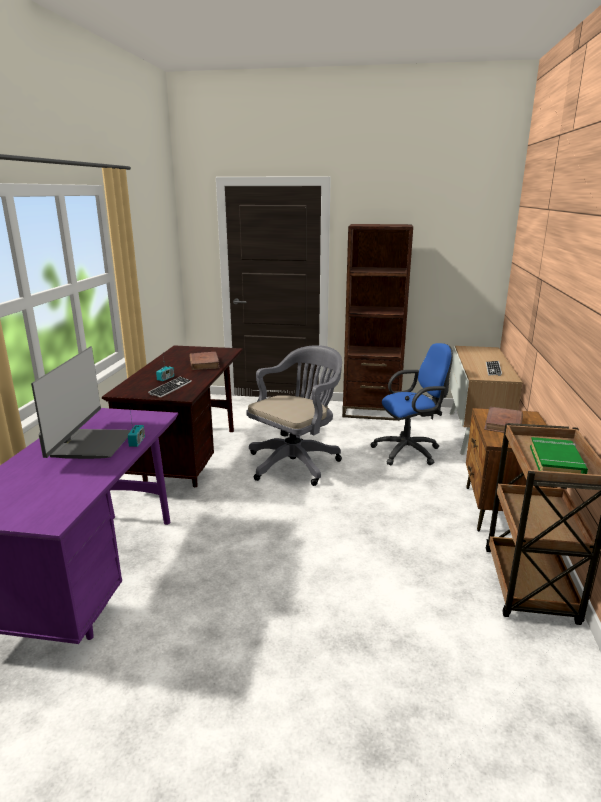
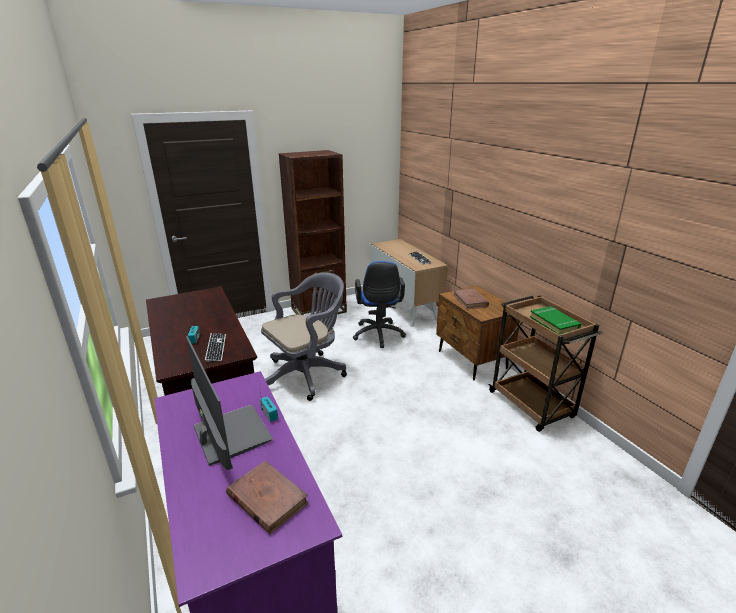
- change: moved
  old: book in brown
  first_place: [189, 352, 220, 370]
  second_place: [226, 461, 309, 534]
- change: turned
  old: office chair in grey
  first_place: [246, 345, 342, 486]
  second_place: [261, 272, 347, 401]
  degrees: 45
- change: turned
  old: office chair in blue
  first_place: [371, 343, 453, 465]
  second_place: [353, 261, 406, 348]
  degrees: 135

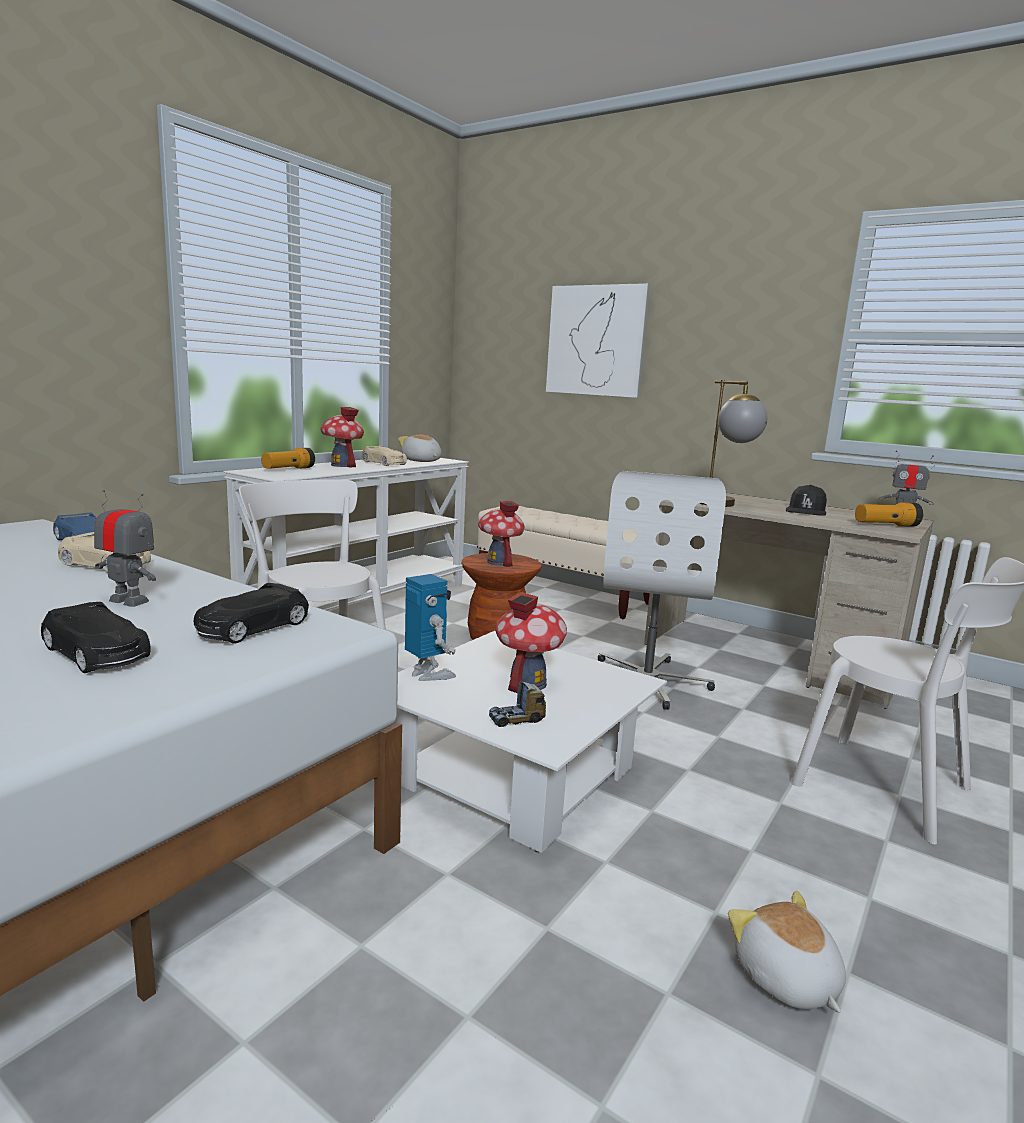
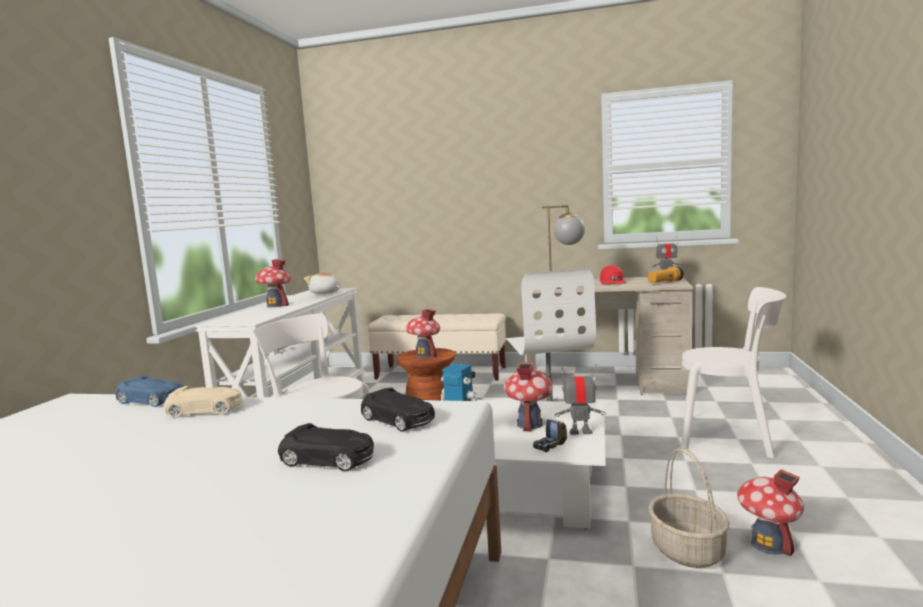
- change: removed
  old: flashlight
  first_place: [262, 448, 315, 469]
- change: removed
  old: toy car in beige
  first_place: [362, 446, 407, 466]
- change: removed
  old: picture
  first_place: [546, 283, 651, 398]
- change: added
  new: basket
  second_place: [649, 447, 730, 568]
- change: moved
  old: toy robot
  first_place: [94, 490, 156, 607]
  second_place: [555, 365, 606, 435]
- change: replaced
  old: plush toy
  new: toy house
  first_place: [728, 891, 846, 1013]
  second_place: [737, 469, 804, 556]
- change: recoloured
  old: cap in black
  new: cap in red
  first_place: [786, 485, 827, 516]
  second_place: [600, 265, 627, 285]
- change: turned
  old: toy car in black
  first_place: [193, 583, 309, 644]
  second_place: [361, 387, 435, 432]
  degrees: -60

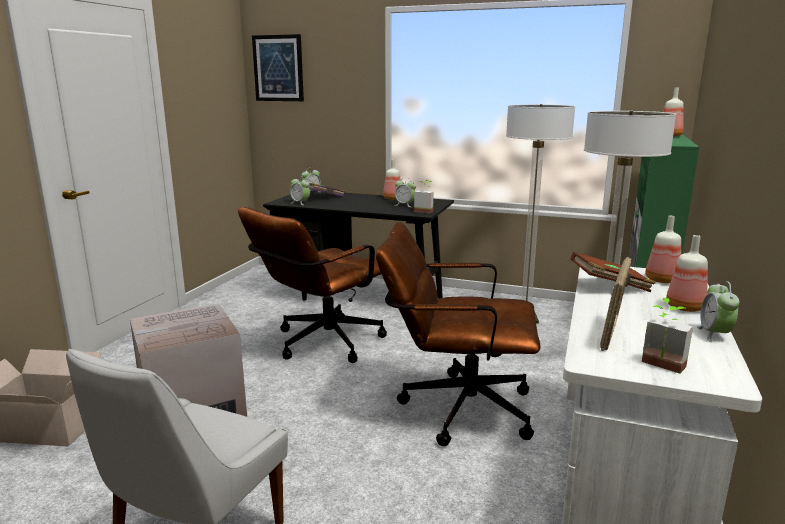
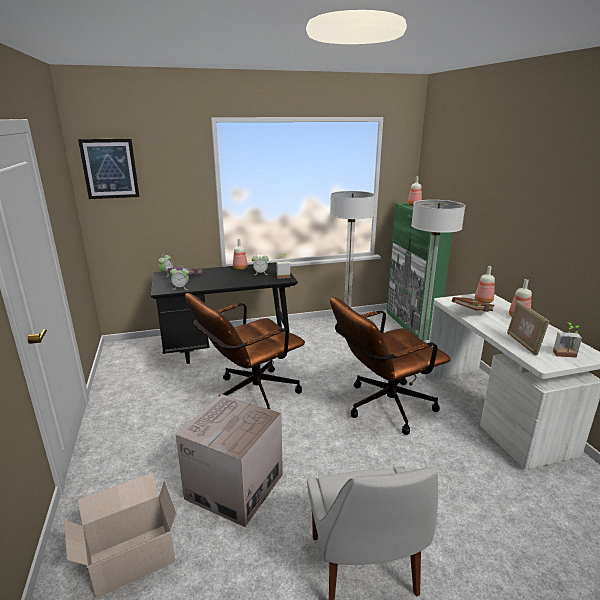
- change: removed
  old: alarm clock
  first_place: [697, 281, 740, 342]
- change: turned
  old: office chair in brown
  first_place: [238, 207, 387, 363]
  second_place: [185, 293, 305, 409]
  degrees: 45

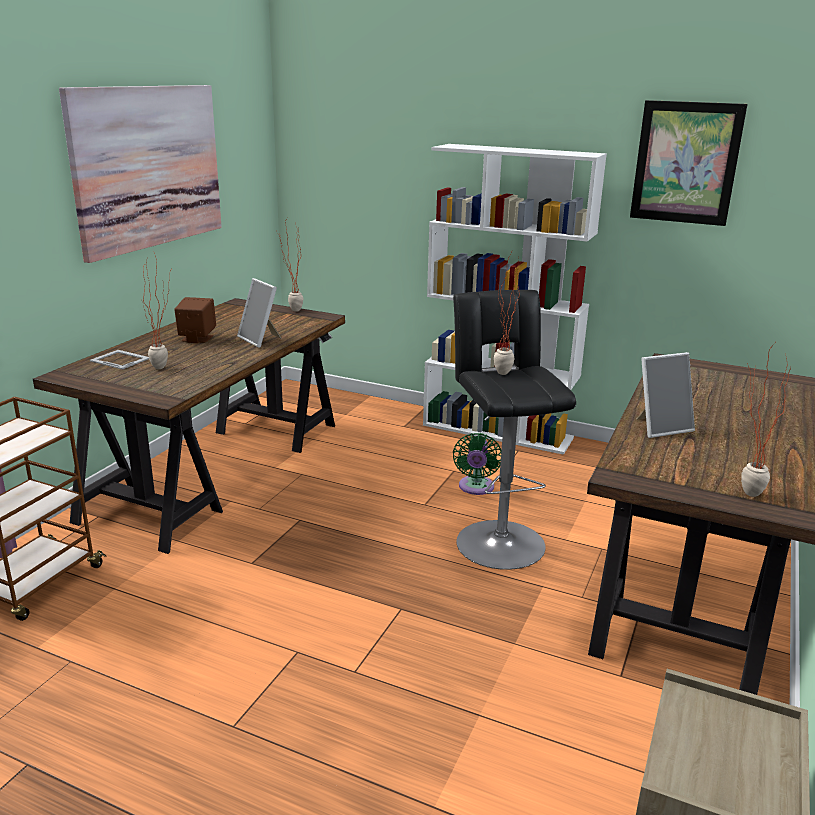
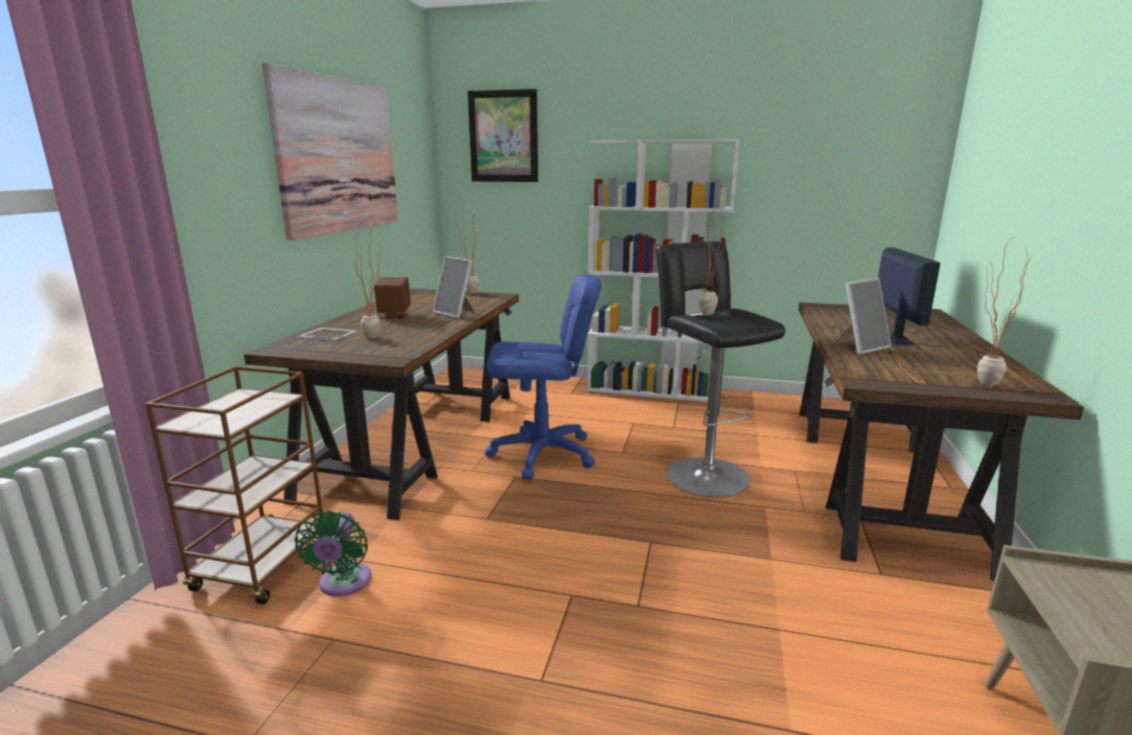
- change: added
  new: office chair in blue
  second_place: [485, 274, 601, 480]
- change: added
  new: monitor
  second_place: [878, 247, 941, 346]
- change: moved
  old: fan in green
  first_place: [453, 433, 501, 495]
  second_place: [295, 511, 371, 596]
- change: moved
  old: picture
  first_place: [630, 100, 748, 226]
  second_place: [468, 89, 538, 182]

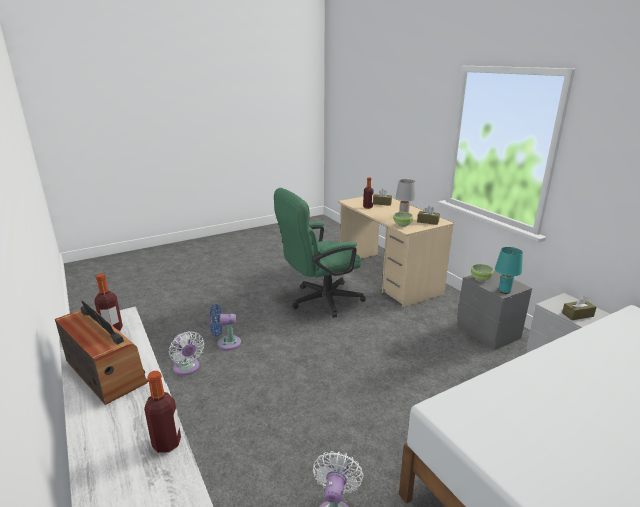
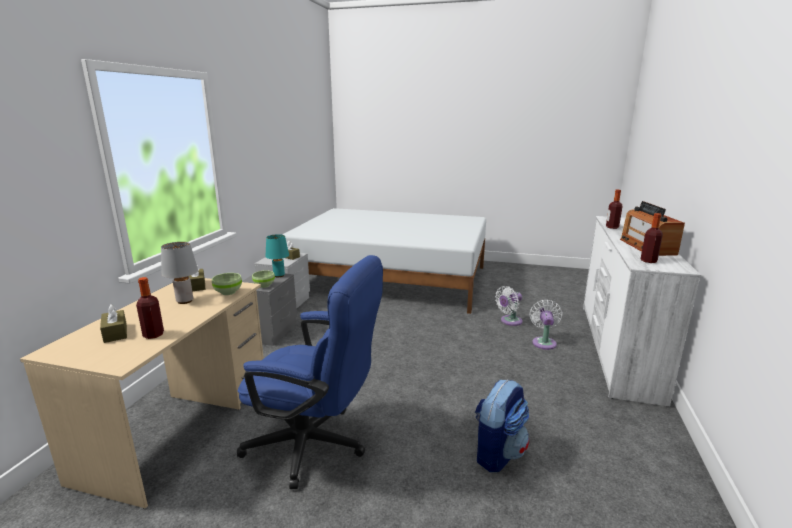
- change: moved
  old: fan in white
  first_place: [169, 331, 204, 375]
  second_place: [529, 300, 563, 350]
- change: replaced
  old: fan in blue
  new: backpack
  first_place: [210, 304, 241, 350]
  second_place: [475, 379, 529, 472]
- change: recoloured
  old: office chair in green
  new: office chair in blue
  first_place: [274, 188, 366, 318]
  second_place: [237, 255, 383, 489]

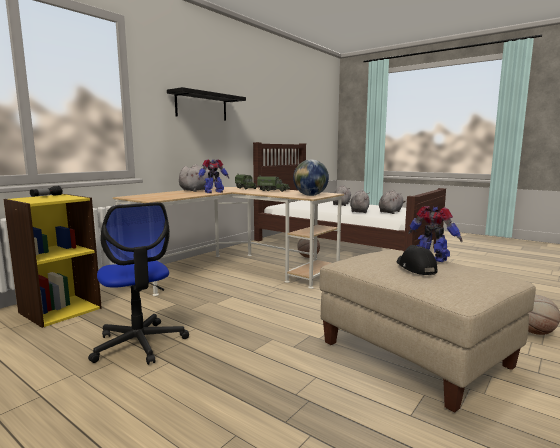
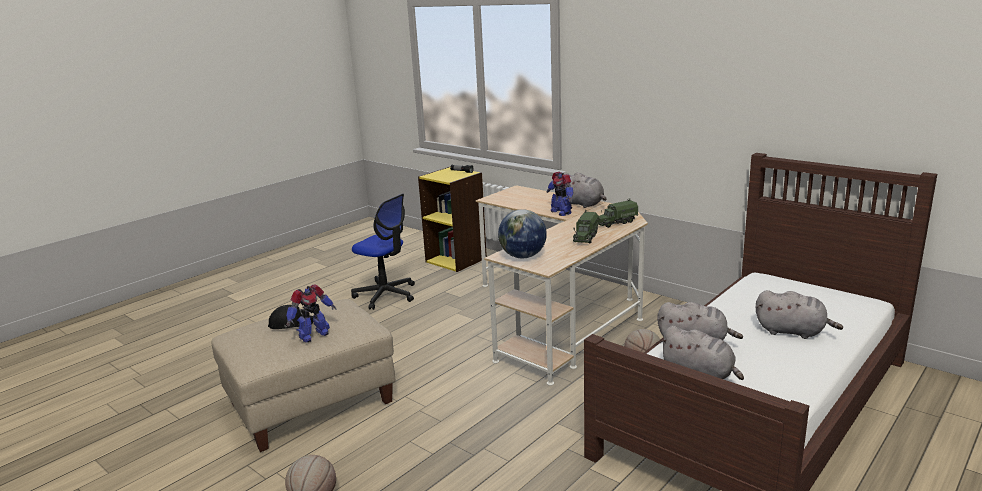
- change: removed
  old: shelf in black
  first_place: [167, 87, 246, 121]
- change: turned
  old: office chair
  first_place: [88, 202, 189, 365]
  second_place: [351, 194, 415, 310]
  degrees: -120

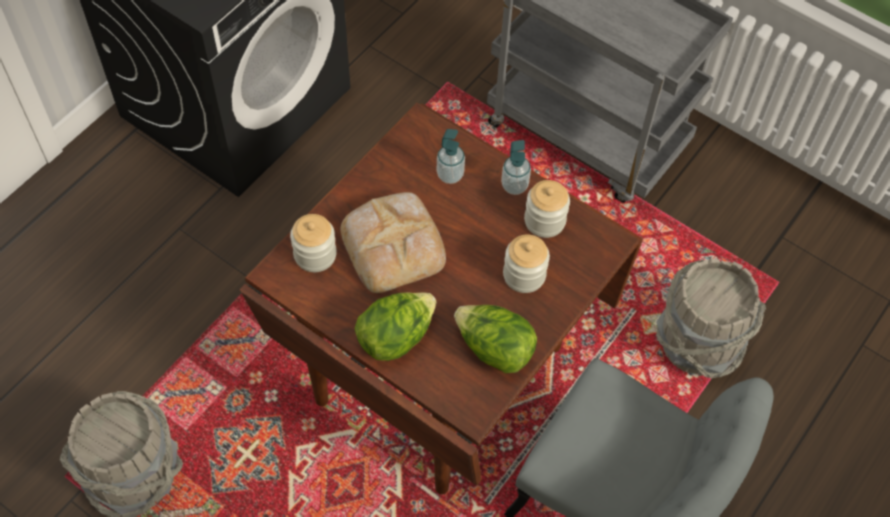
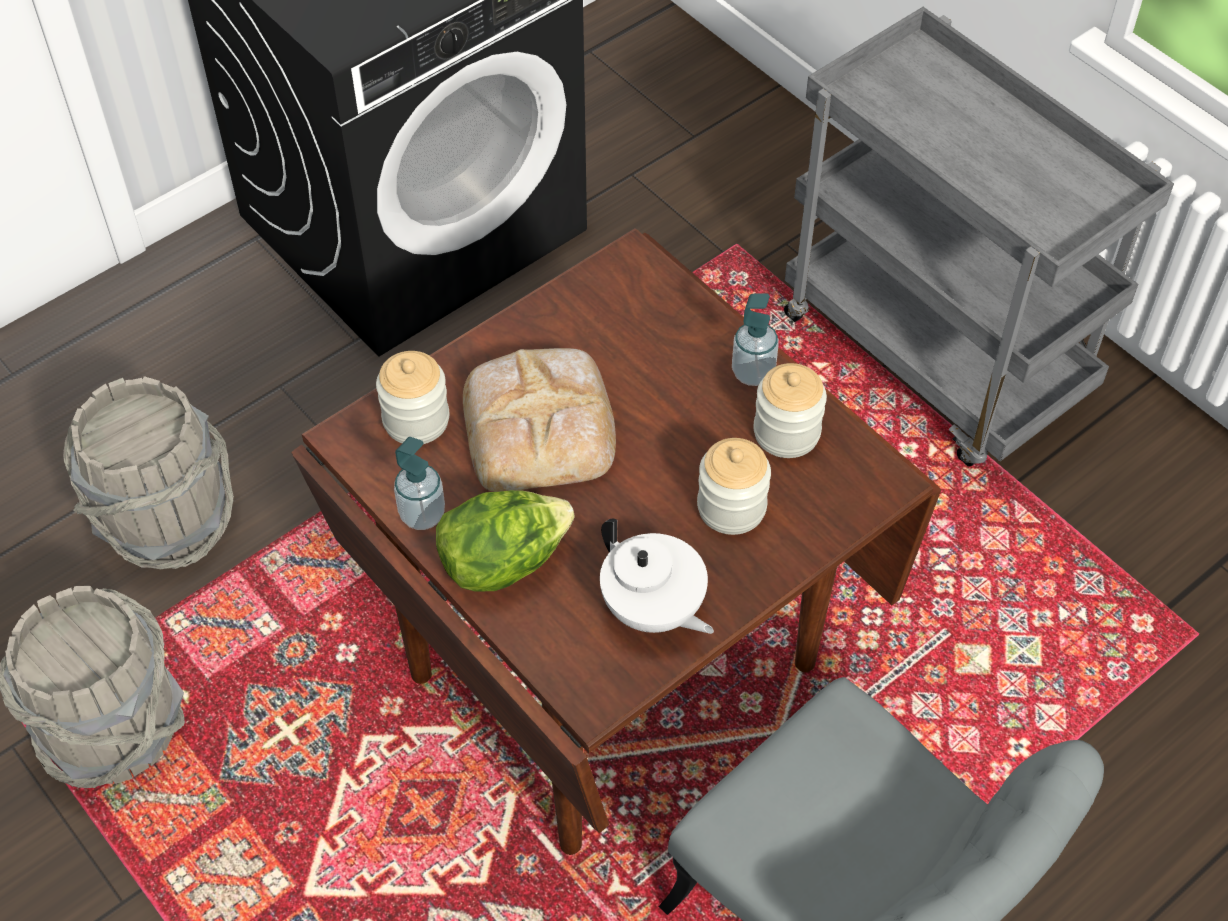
- change: moved
  old: soap dispenser
  first_place: [437, 129, 465, 184]
  second_place: [394, 437, 445, 530]
- change: moved
  old: bucket in grey
  first_place: [656, 259, 766, 379]
  second_place: [63, 376, 234, 569]
- change: replaced
  old: lettuce
  new: teapot in white
  first_place: [454, 305, 537, 373]
  second_place: [600, 519, 714, 634]

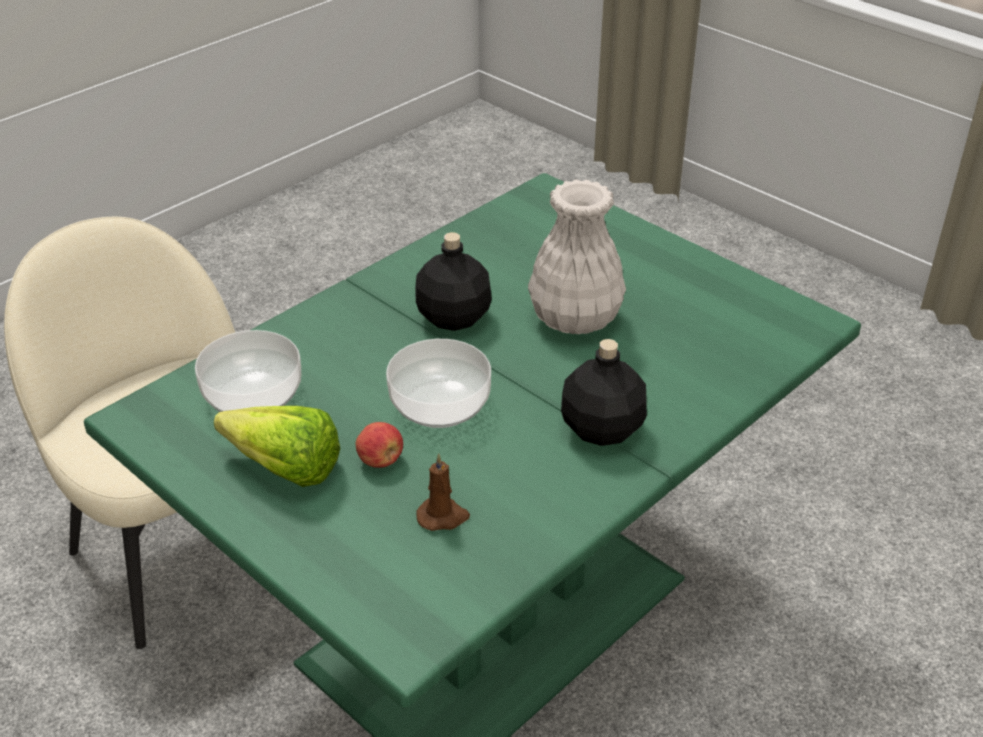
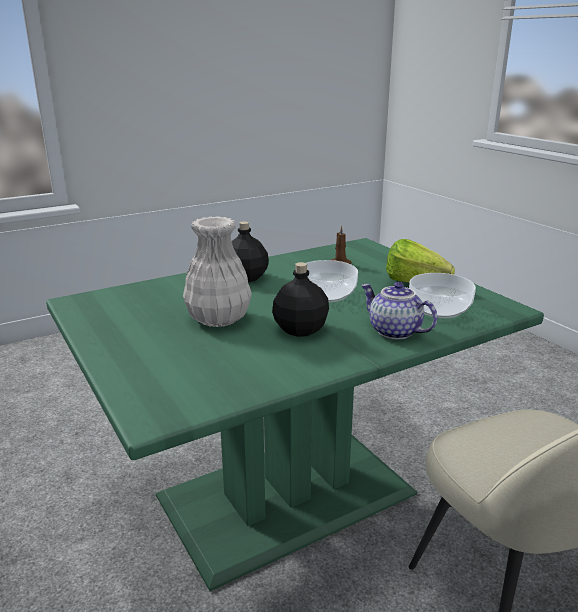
- change: removed
  old: apple
  first_place: [356, 422, 403, 468]
- change: added
  new: teapot
  second_place: [361, 282, 438, 339]

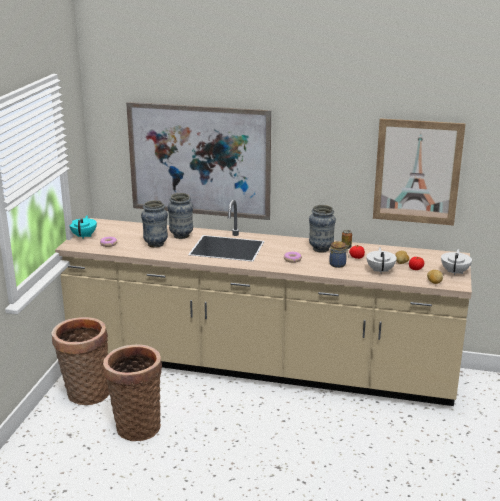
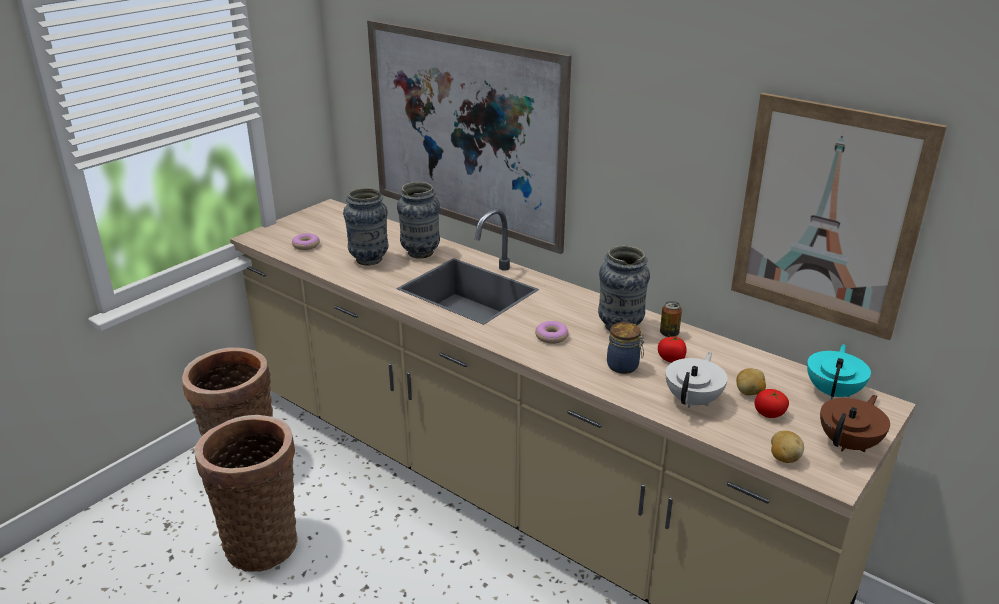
- change: moved
  old: teapot in turquoise
  first_place: [70, 216, 97, 239]
  second_place: [807, 344, 871, 399]
- change: recoloured
  old: teapot in white
  new: teapot in brown
  first_place: [441, 249, 472, 276]
  second_place: [820, 395, 890, 452]

